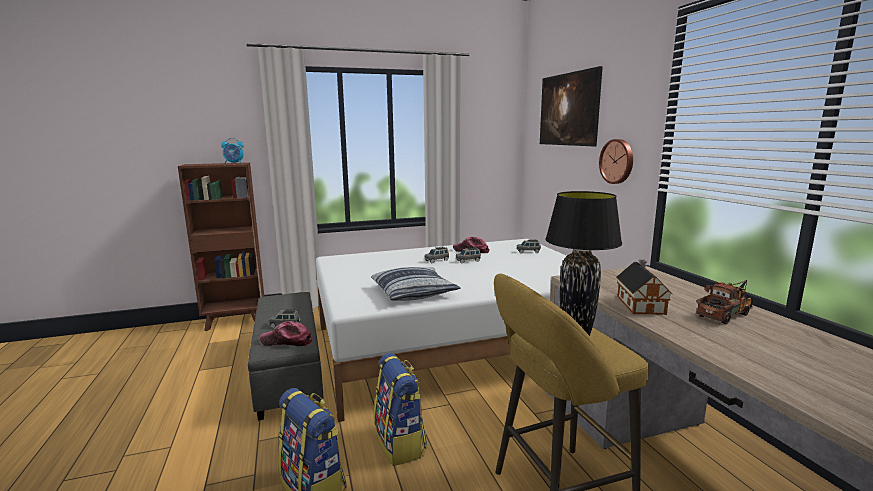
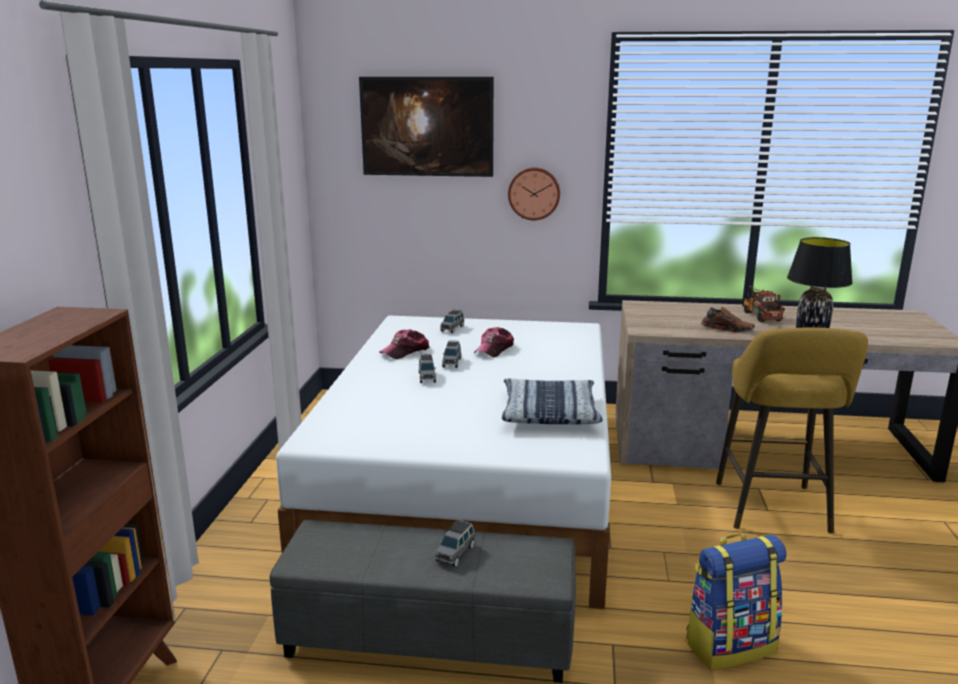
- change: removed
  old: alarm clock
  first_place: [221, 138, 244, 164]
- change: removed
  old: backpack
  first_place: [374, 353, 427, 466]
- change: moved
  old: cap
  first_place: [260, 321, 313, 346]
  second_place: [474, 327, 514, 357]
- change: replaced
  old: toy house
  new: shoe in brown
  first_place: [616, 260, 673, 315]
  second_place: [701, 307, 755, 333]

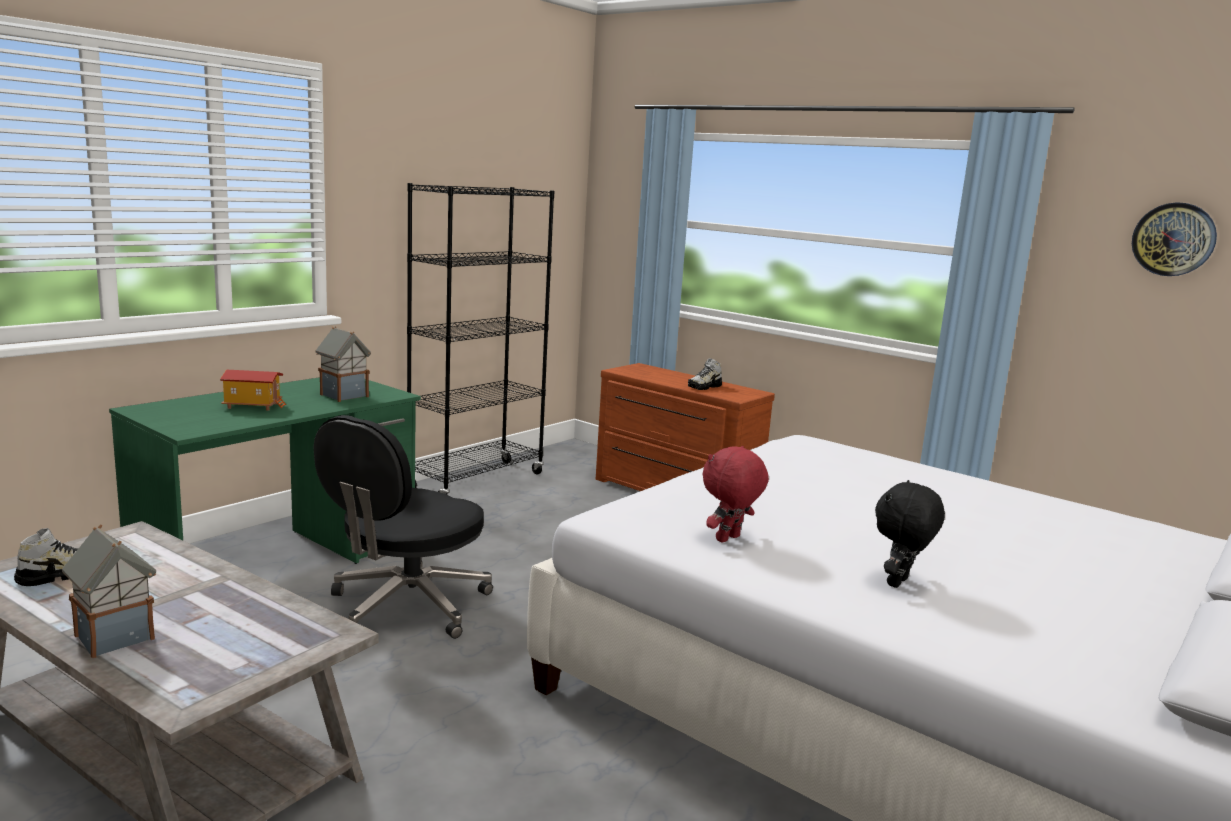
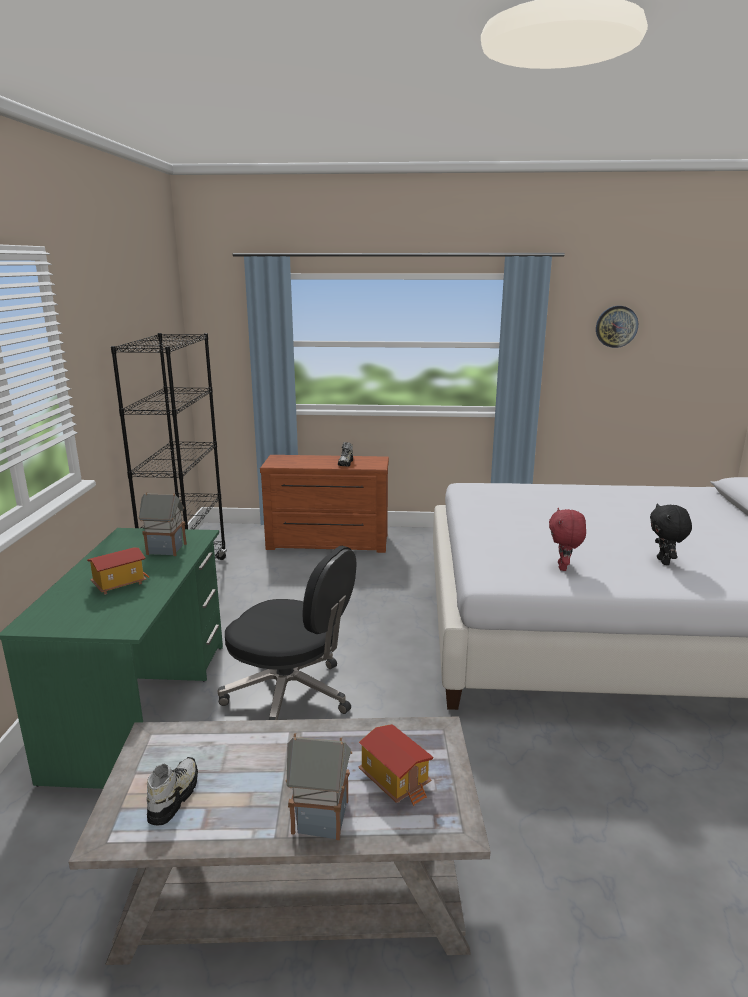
- change: added
  new: toy house
  second_place: [359, 724, 433, 806]
- change: turned
  old: office chair in black
  first_place: [313, 415, 493, 639]
  second_place: [218, 546, 357, 720]
  degrees: -60

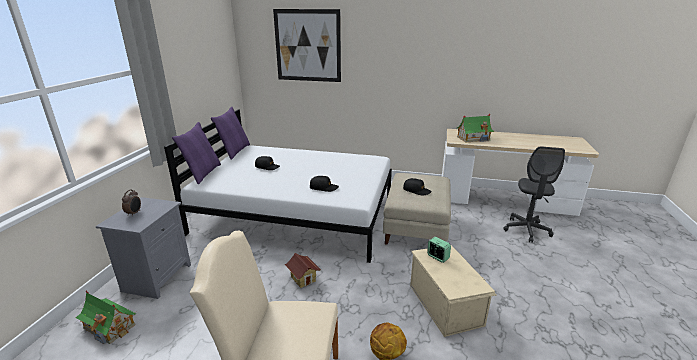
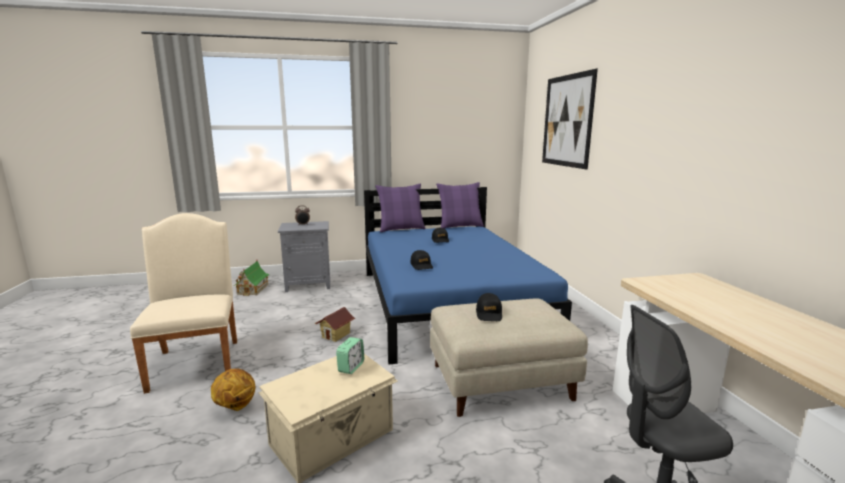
- change: removed
  old: toy house
  first_place: [457, 114, 494, 142]
- change: recoloured
  old: bed in white
  new: bed in blue
  first_place: [164, 110, 392, 263]
  second_place: [364, 187, 572, 365]

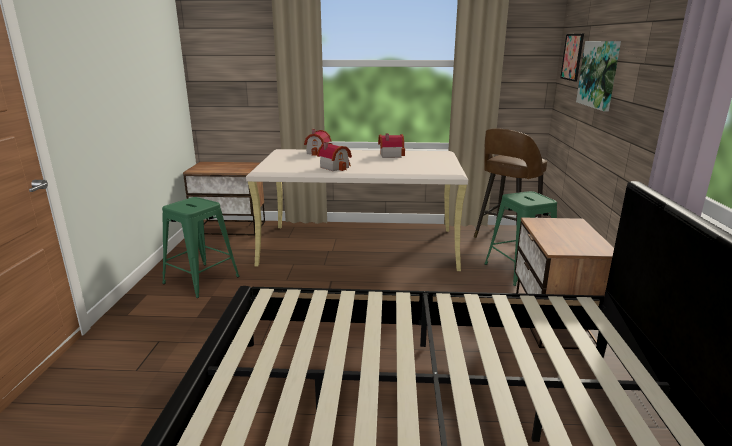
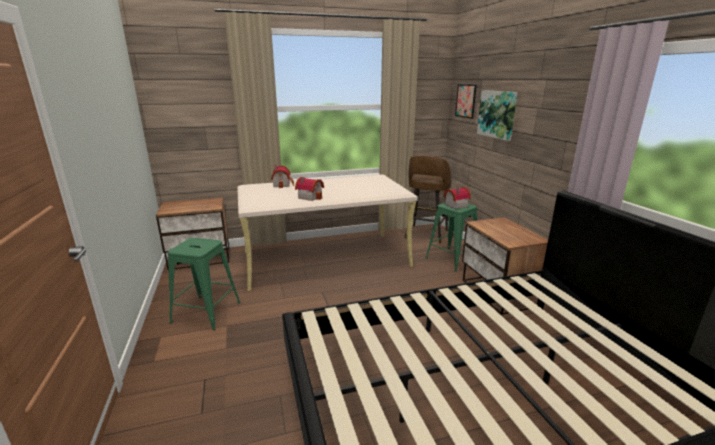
- change: moved
  old: toy house
  first_place: [378, 133, 405, 158]
  second_place: [443, 187, 471, 209]

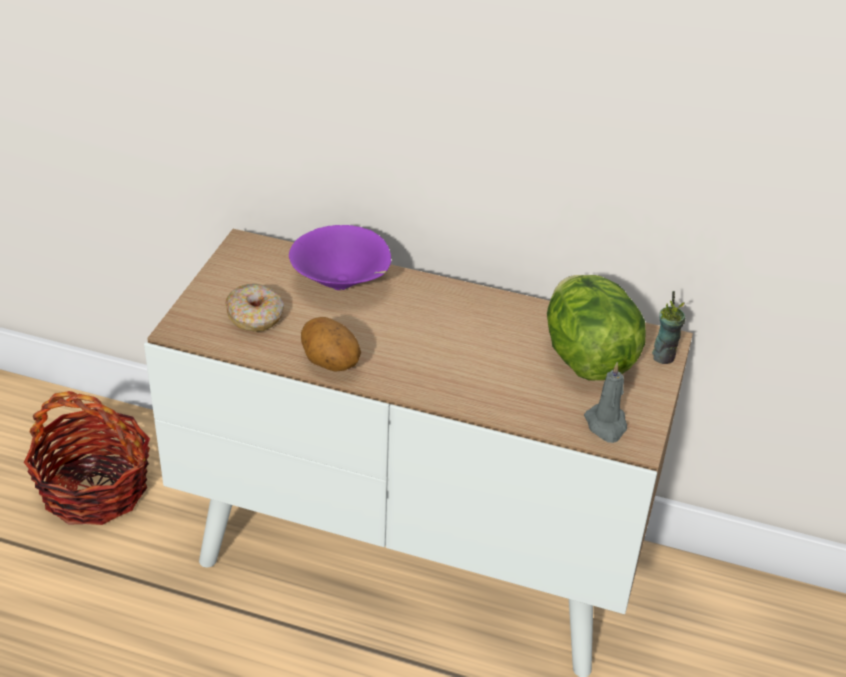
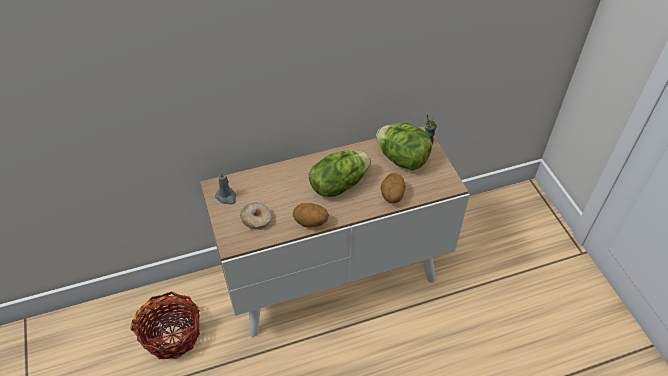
- change: removed
  old: bowl in purple
  first_place: [289, 225, 391, 290]
- change: added
  new: lettuce
  second_place: [309, 150, 371, 197]
- change: added
  new: potato
  second_place: [381, 173, 406, 203]
- change: moved
  old: candle in grey
  first_place: [584, 362, 627, 443]
  second_place: [215, 172, 236, 205]

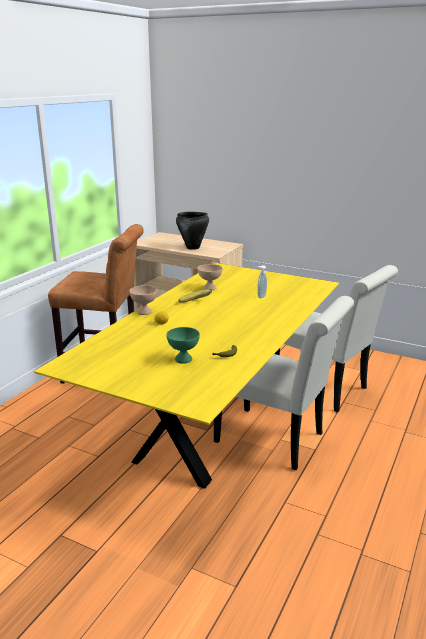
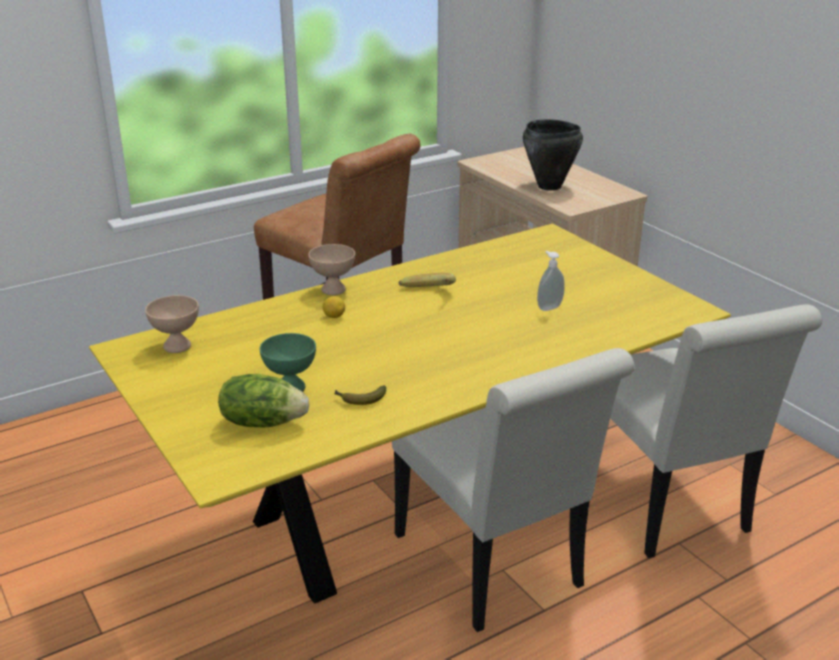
- change: added
  new: lettuce
  second_place: [218, 374, 309, 428]
- change: moved
  old: bowl in beige
  first_place: [197, 264, 222, 291]
  second_place: [145, 295, 199, 353]

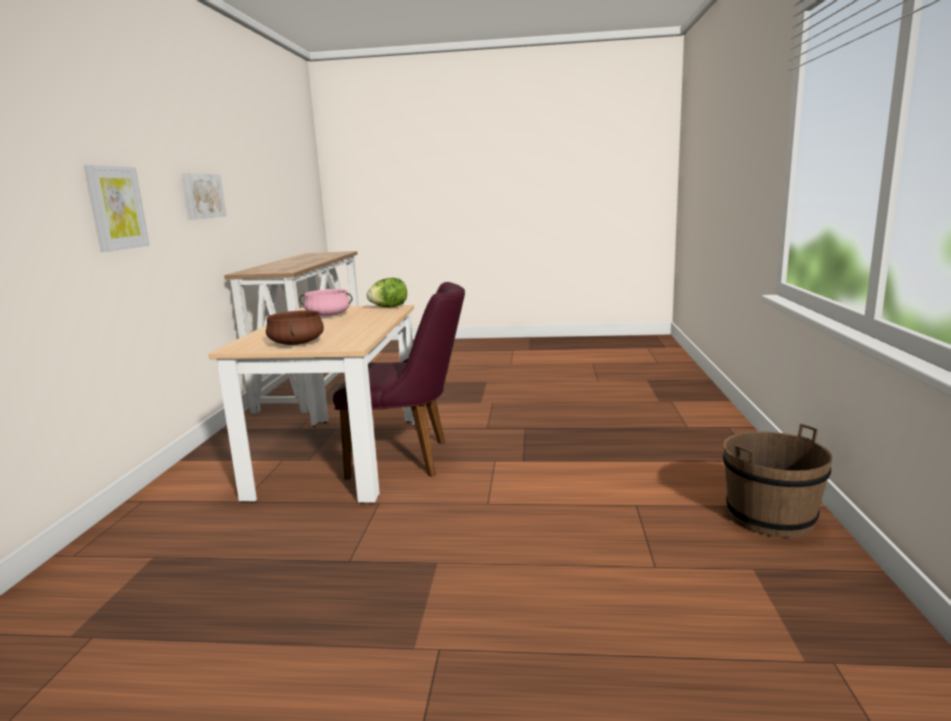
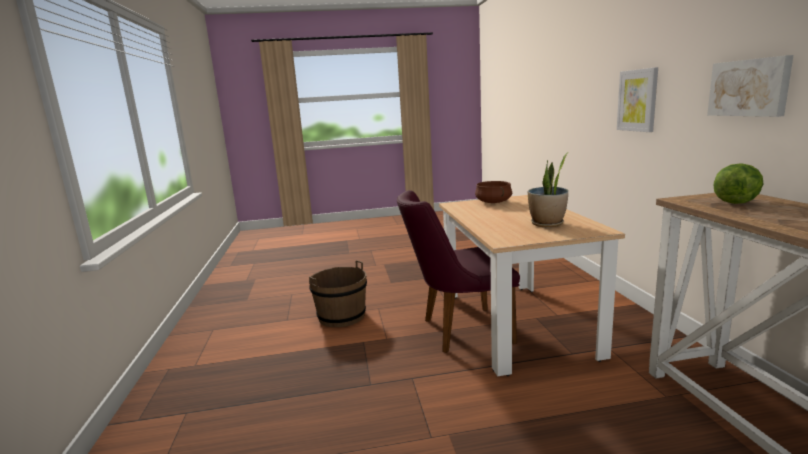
- change: moved
  old: lettuce
  first_place: [367, 278, 407, 307]
  second_place: [713, 163, 763, 204]
- change: moved
  old: bucket in brown
  first_place: [723, 424, 832, 537]
  second_place: [309, 260, 367, 327]
- change: replaced
  old: cooking pot in pink
  new: potted plant
  first_place: [299, 289, 352, 316]
  second_place: [528, 153, 568, 227]

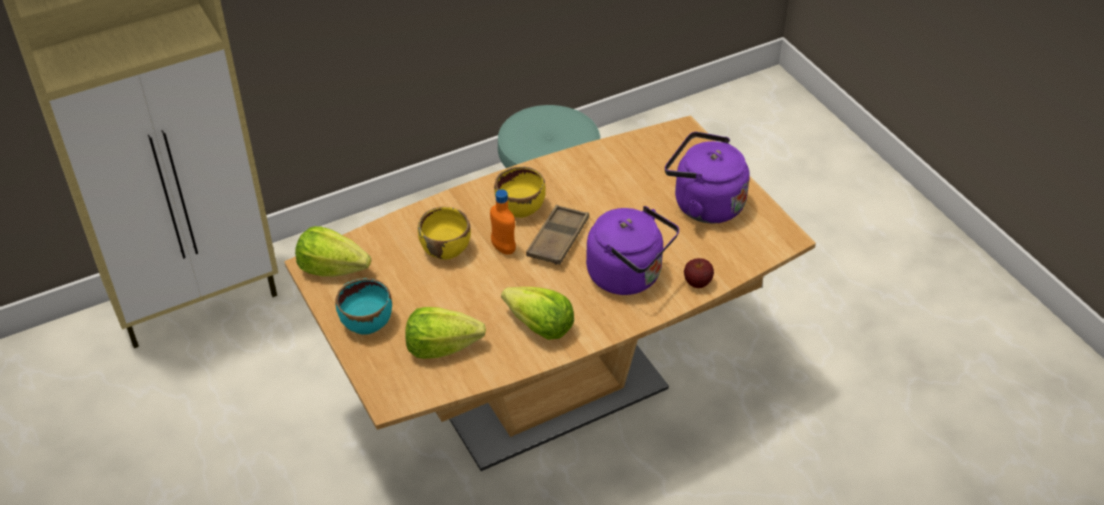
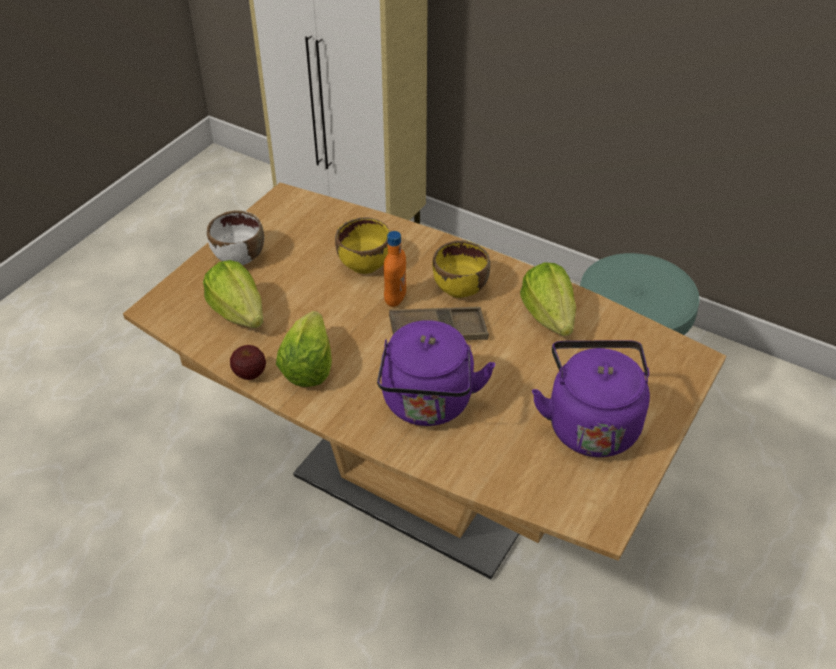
- change: moved
  old: lettuce
  first_place: [295, 226, 371, 277]
  second_place: [520, 262, 576, 336]
- change: moved
  old: apple
  first_place: [684, 258, 714, 288]
  second_place: [230, 345, 266, 380]
- change: recoloured
  old: bowl in turquoise
  new: bowl in white
  first_place: [336, 278, 392, 335]
  second_place: [207, 210, 264, 265]

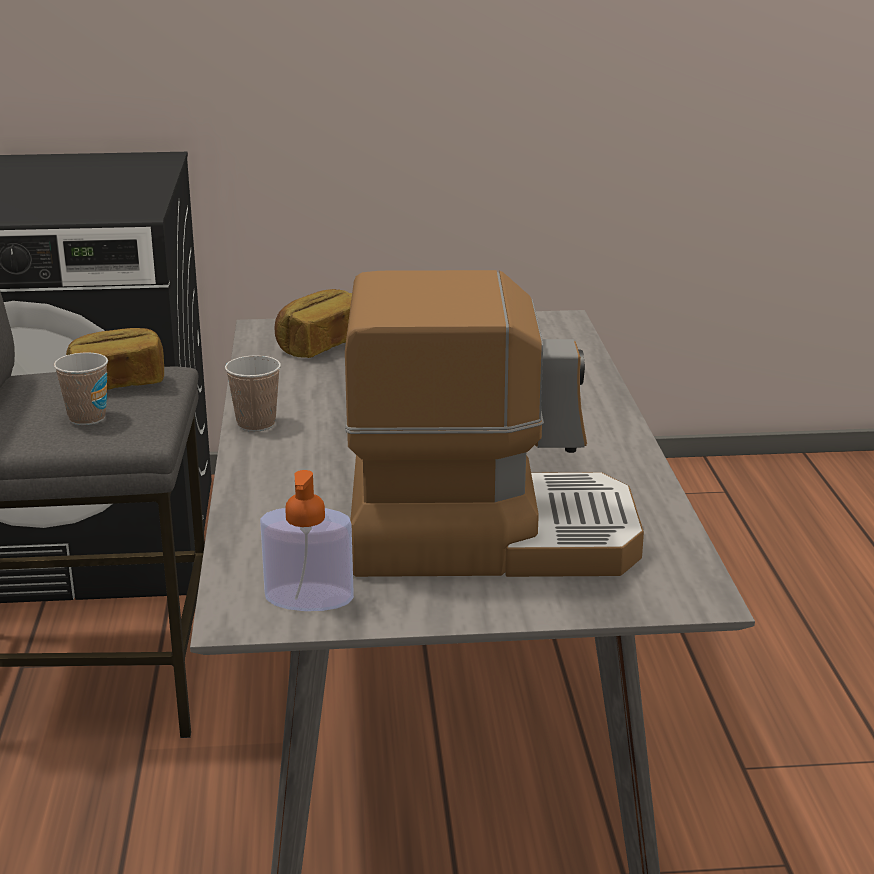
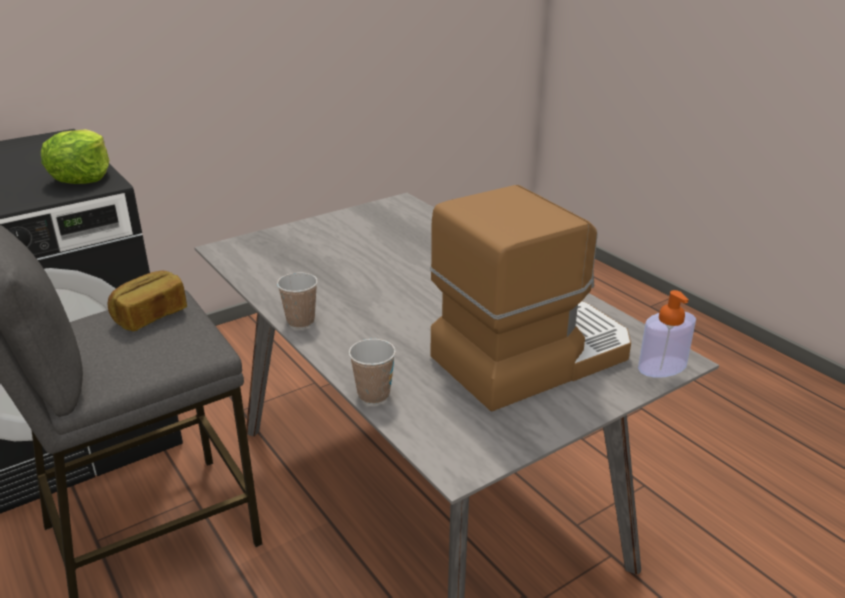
- change: removed
  old: bread
  first_place: [274, 289, 352, 358]
- change: added
  new: lettuce
  second_place: [41, 129, 109, 184]
- change: moved
  old: cup
  first_place: [54, 352, 108, 425]
  second_place: [349, 339, 396, 404]
- change: moved
  old: soap dispenser
  first_place: [260, 470, 354, 611]
  second_place: [638, 290, 696, 378]

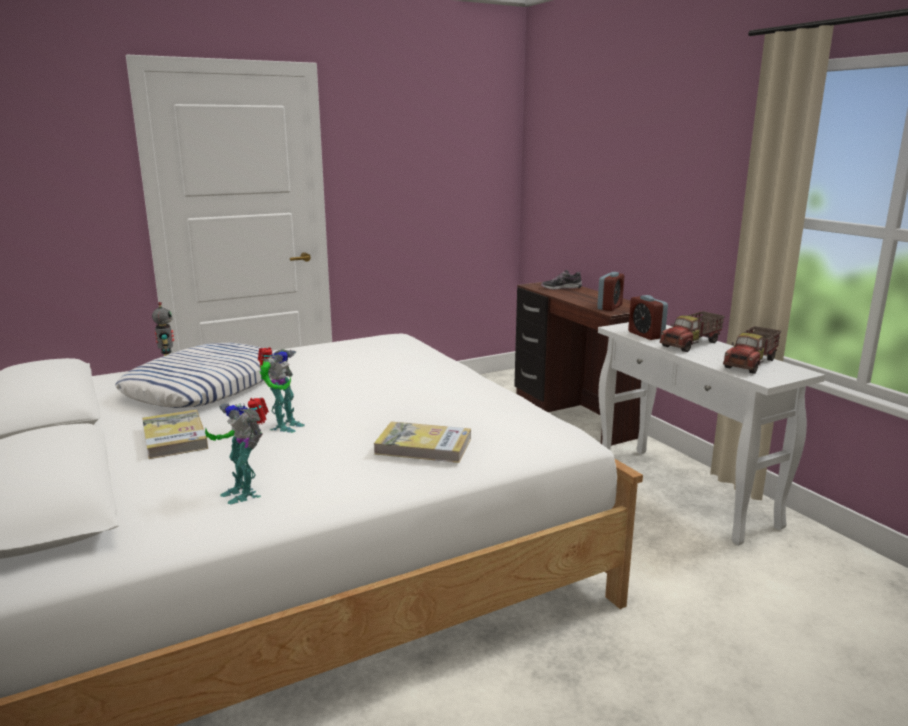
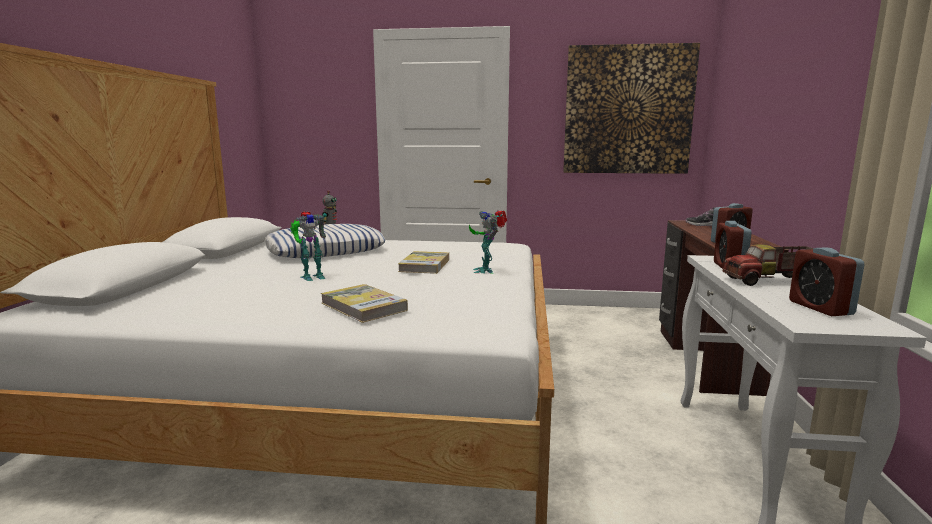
- change: added
  new: picture
  second_place: [563, 43, 700, 174]
- change: moved
  old: book
  first_place: [142, 410, 208, 459]
  second_place: [398, 251, 449, 274]
- change: moved
  old: toy robot
  first_place: [205, 397, 269, 504]
  second_place: [469, 210, 507, 274]
- change: replaced
  old: toy truck
  new: alarm clock
  first_place: [723, 326, 781, 374]
  second_place: [789, 248, 865, 316]

